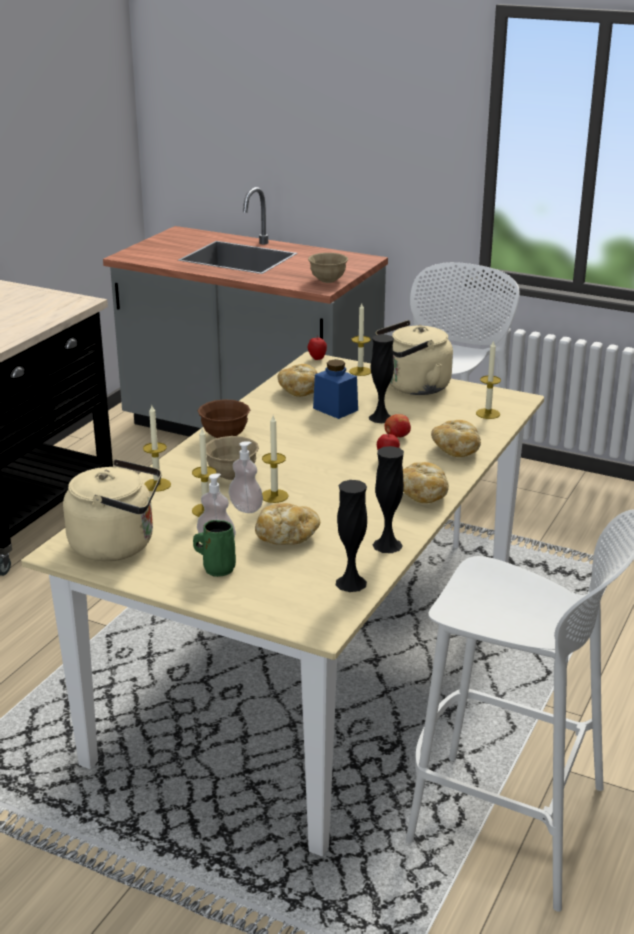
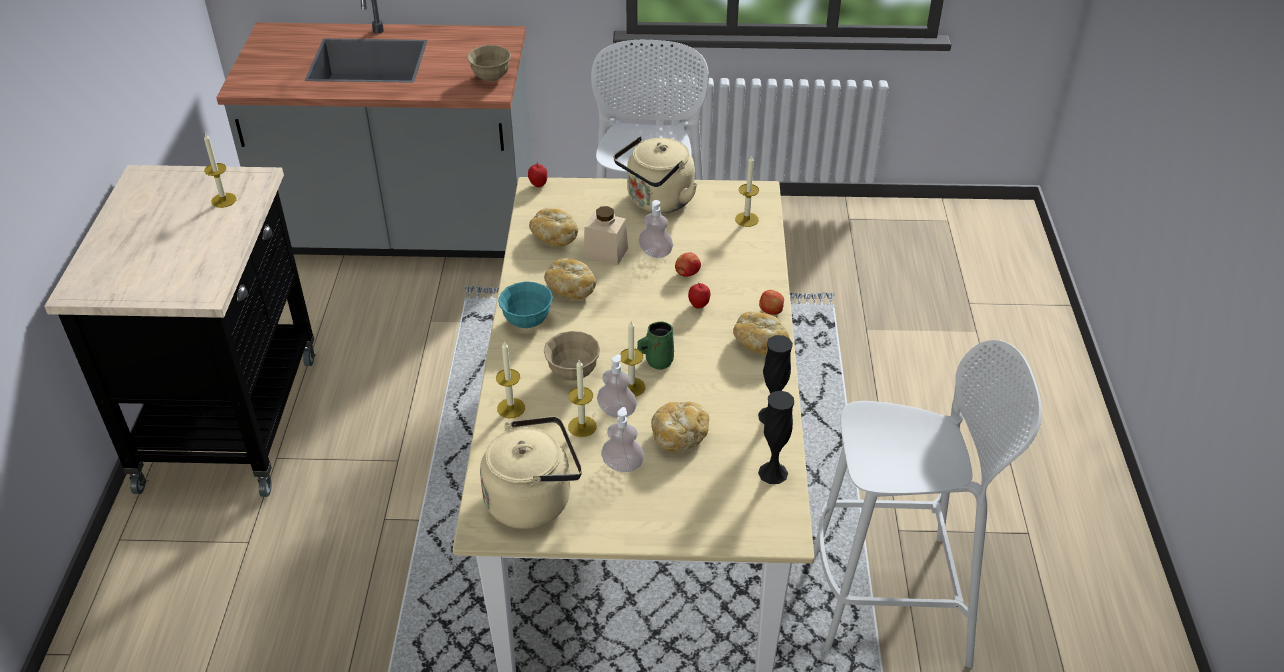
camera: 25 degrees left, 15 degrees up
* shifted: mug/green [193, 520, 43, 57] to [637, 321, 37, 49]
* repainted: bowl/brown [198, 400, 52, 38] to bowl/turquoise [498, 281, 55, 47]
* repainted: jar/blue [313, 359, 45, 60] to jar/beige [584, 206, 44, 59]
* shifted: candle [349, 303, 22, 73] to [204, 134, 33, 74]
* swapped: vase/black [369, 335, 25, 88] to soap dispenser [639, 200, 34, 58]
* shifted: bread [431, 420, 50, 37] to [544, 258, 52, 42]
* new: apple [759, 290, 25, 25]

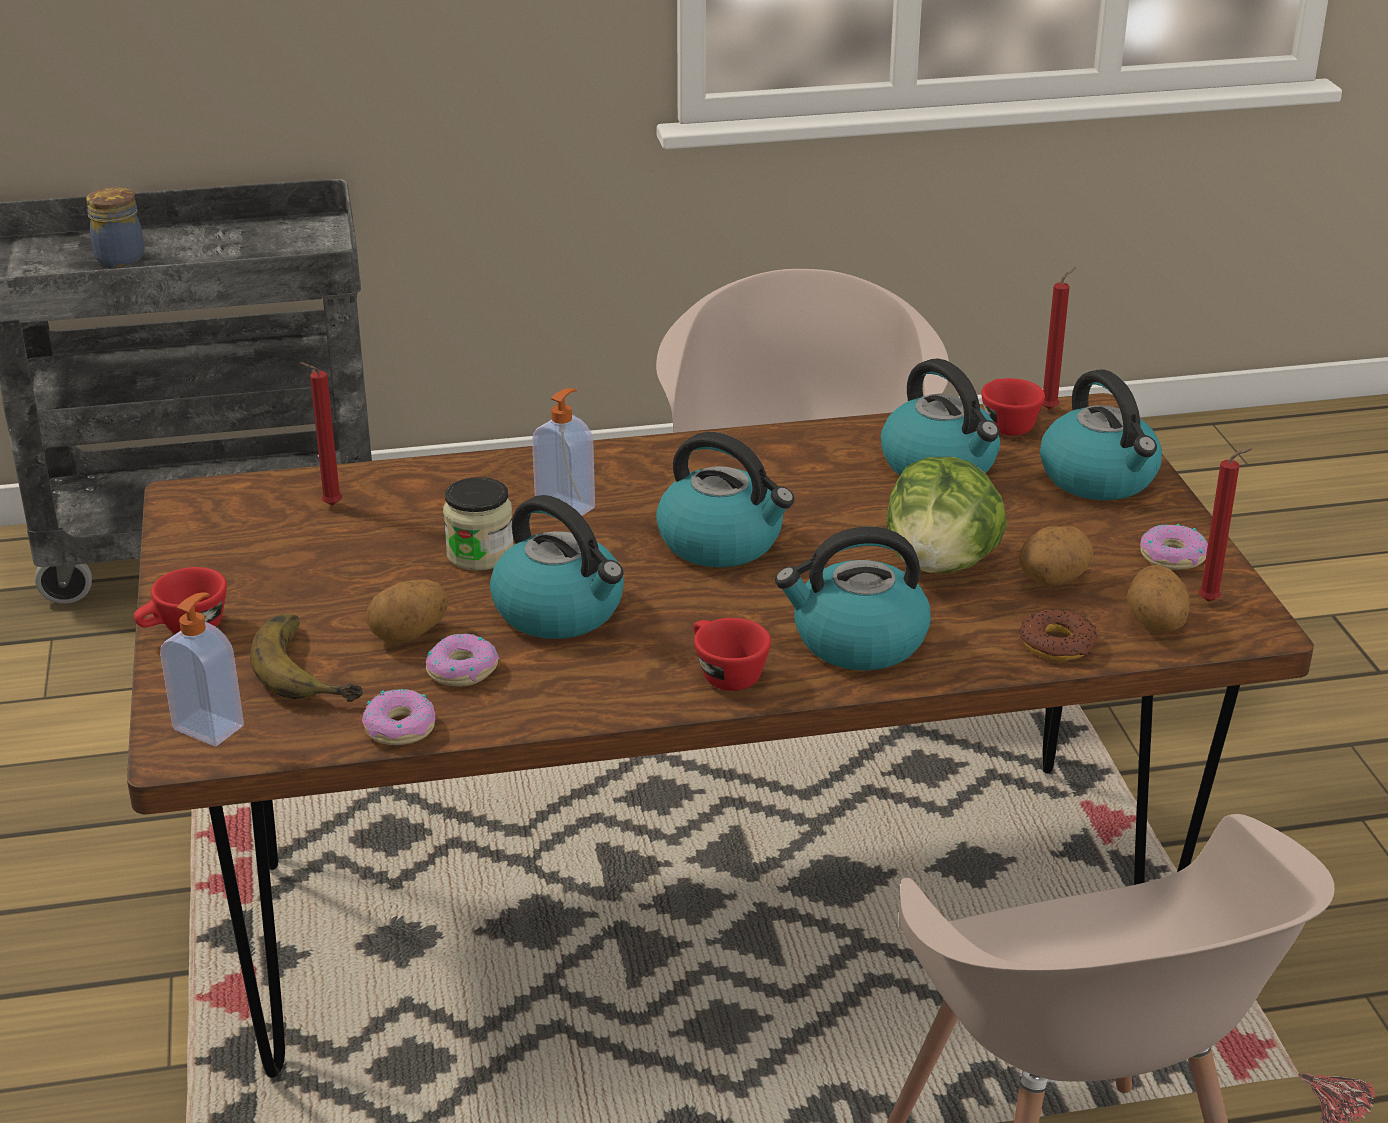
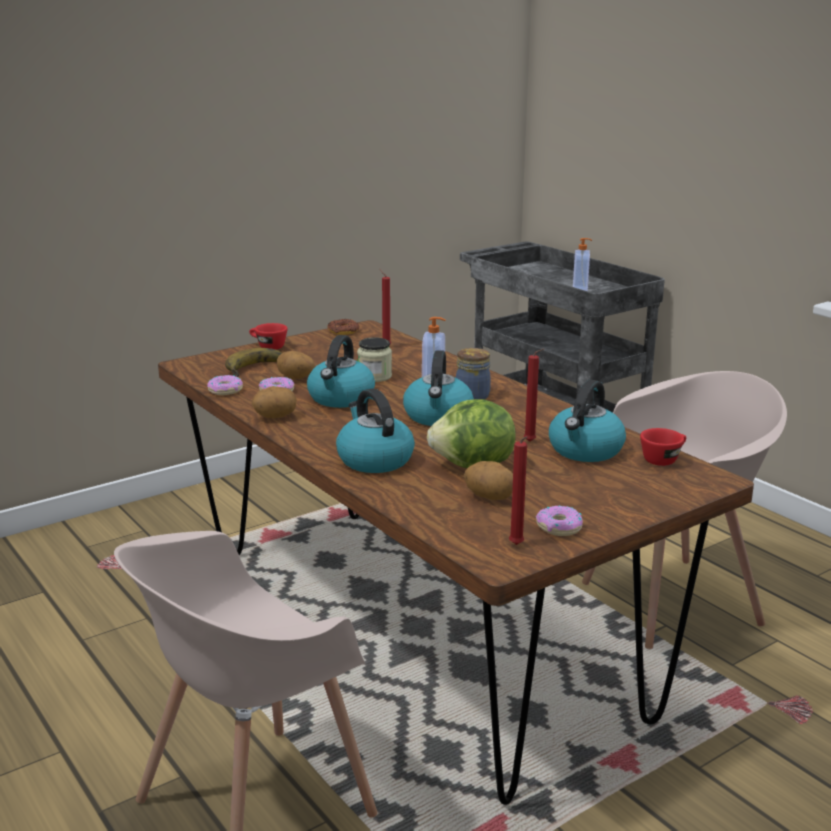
camera: 65 degrees right, 10 degrees down
* shifted: jar [86, 187, 58, 80] to [456, 348, 35, 51]
* shifted: soap dispenser [160, 592, 84, 154] to [573, 238, 19, 53]
* gone: cup/red [693, 618, 78, 73]
* shifted: donut [1019, 609, 78, 52] to [327, 319, 32, 16]
* gone: kettle [1040, 370, 122, 130]
* shifted: candle/red [1043, 267, 32, 143] to [524, 348, 20, 94]
* shifted: potato [1127, 565, 63, 67] to [252, 386, 45, 32]

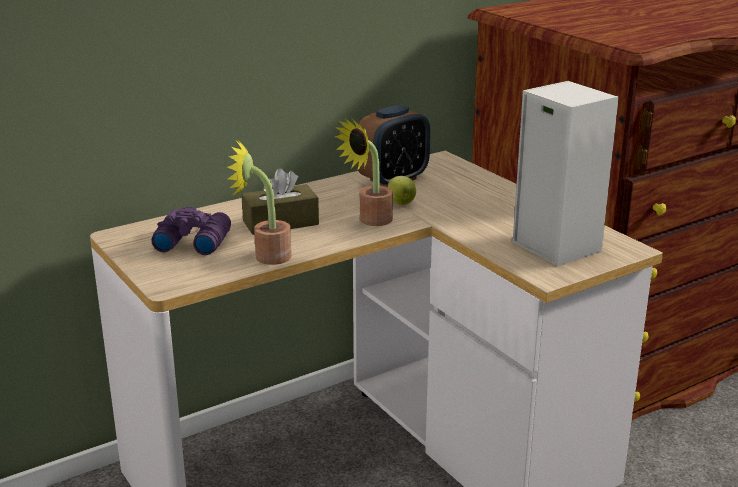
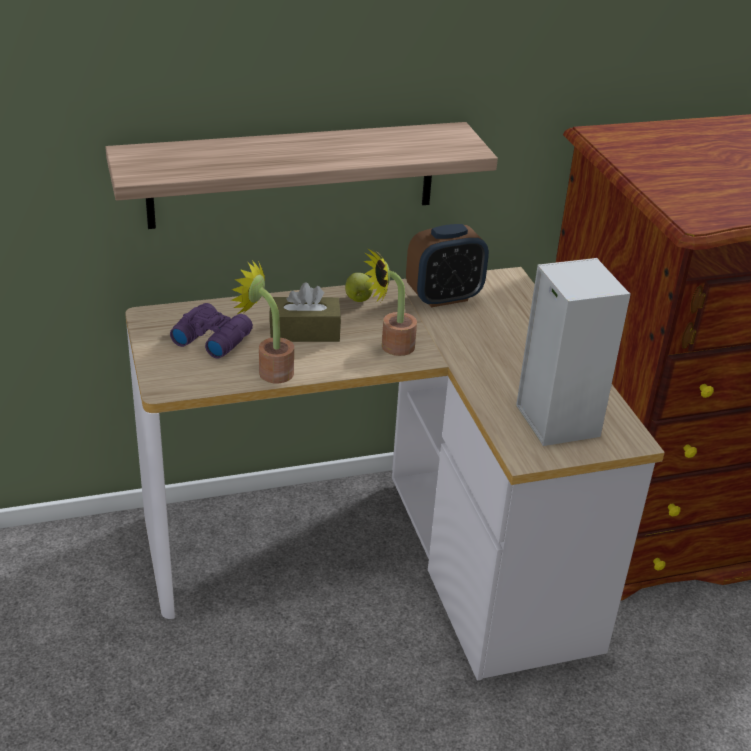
camera: 15 degrees right, 10 degrees up
* shifted: apple [388, 176, 28, 29] to [345, 273, 28, 29]
* new: shelf [105, 122, 393, 107]

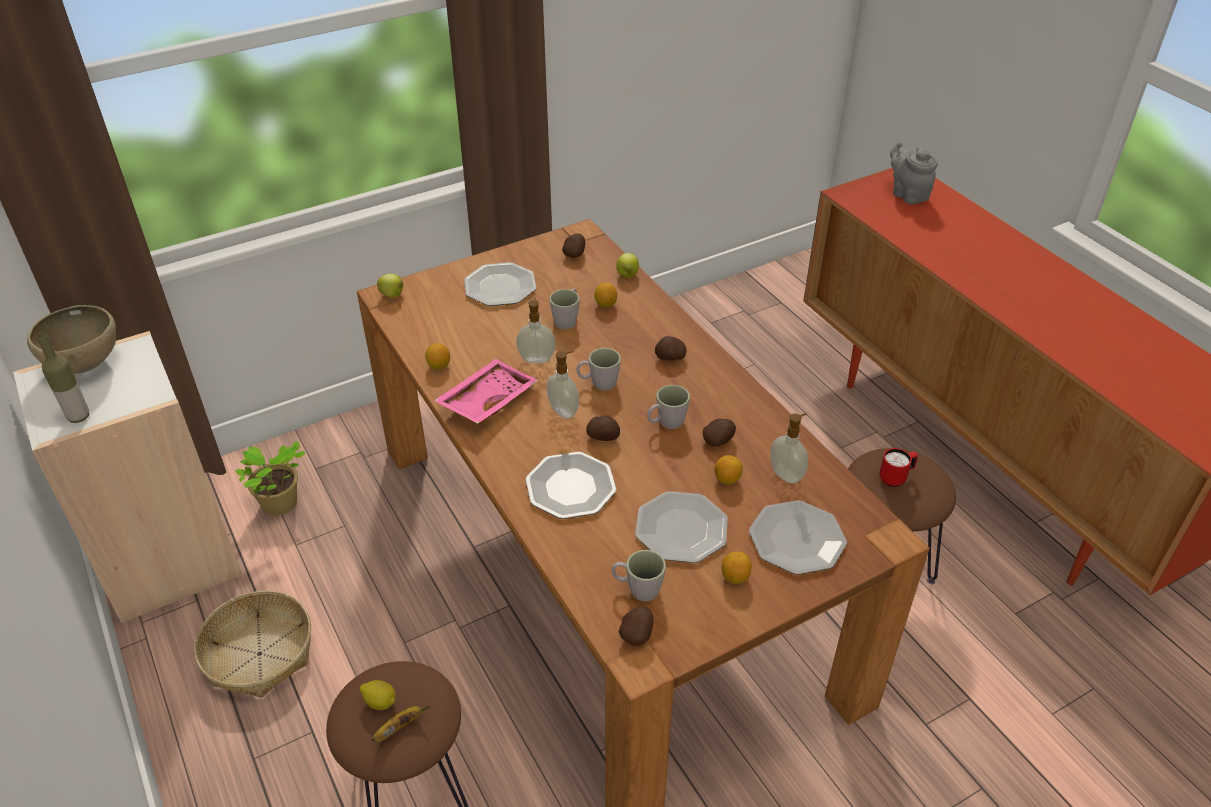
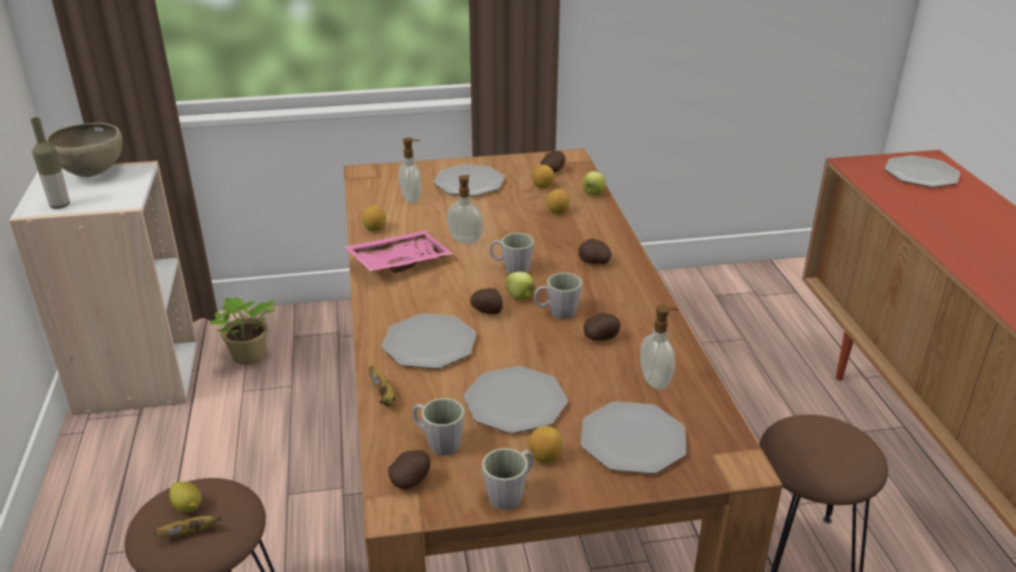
camera: 20 degrees right, 10 degrees down
* gone: basket [194, 591, 117, 107]
* shifted: apple [377, 274, 26, 23] to [505, 272, 30, 28]
* shifted: soap dispenser [547, 351, 32, 68] to [399, 138, 22, 65]
* shifted: mug/grey [549, 289, 31, 40] to [482, 448, 51, 62]
* shifted: lemon [714, 455, 29, 30] to [532, 165, 22, 23]
* gone: mug/red [879, 448, 39, 39]
* swapped: teapot/grey [890, 142, 48, 62] to plate [885, 155, 75, 33]
* new: banana [369, 365, 27, 42]

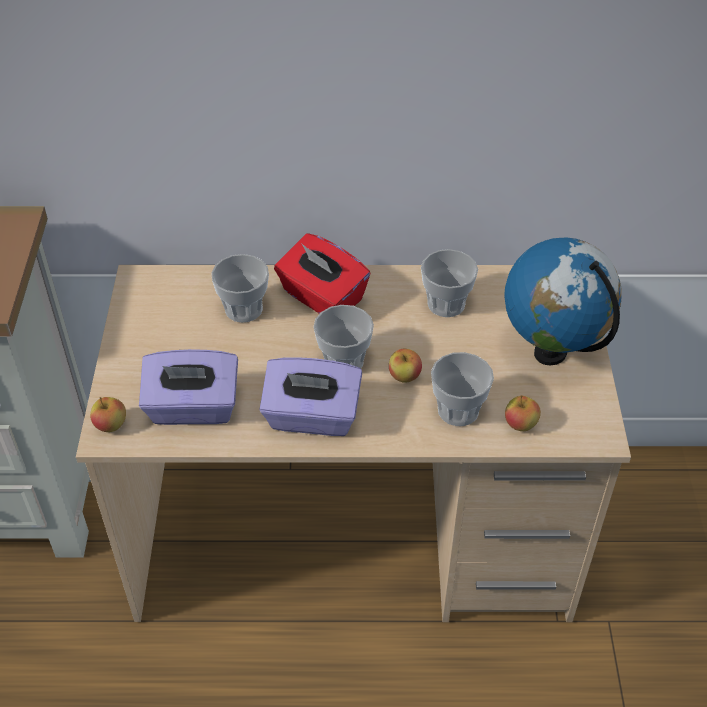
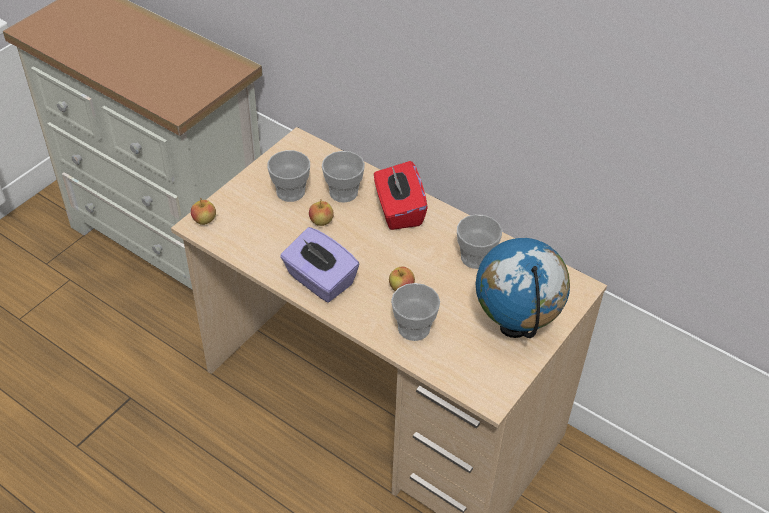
camera: 35 degrees right, 0 degrees up
* gone: tissue box/purple [139, 349, 99, 76]
* shifted: cup [313, 305, 61, 63] to [267, 150, 43, 52]
* shifted: apple [505, 395, 36, 36] to [309, 199, 25, 27]

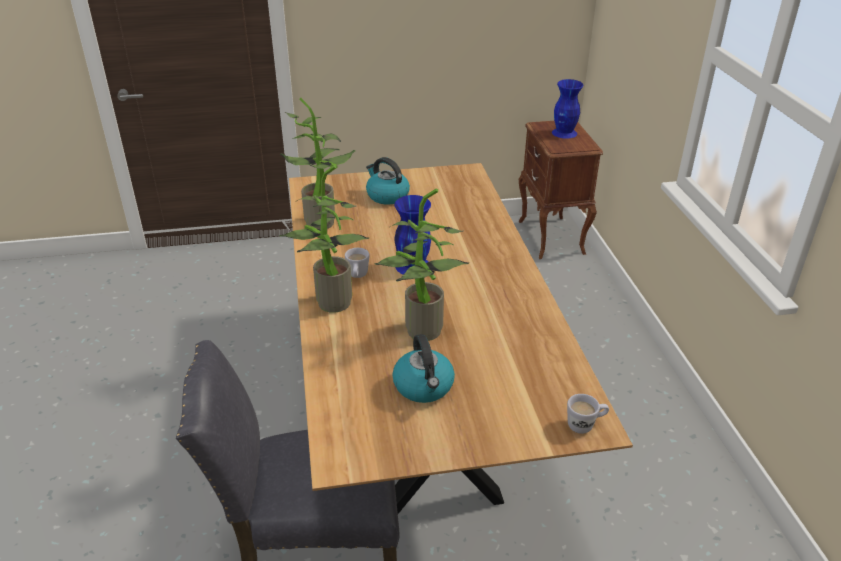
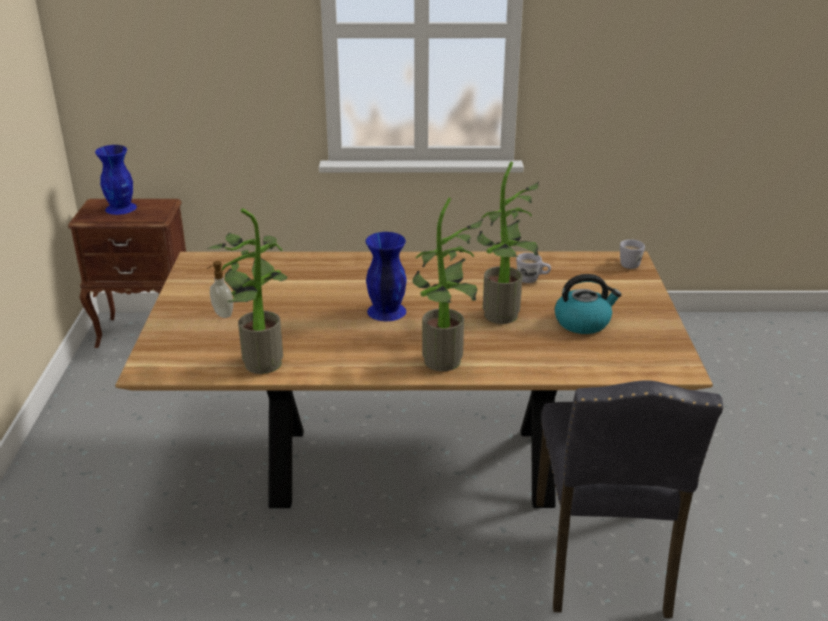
camera: 80 degrees left, 5 degrees down
* shifted: mug/white [345, 248, 24, 30] to [516, 253, 35, 30]
* swapped: kettle [366, 157, 44, 48] to soap dispenser [207, 261, 26, 57]

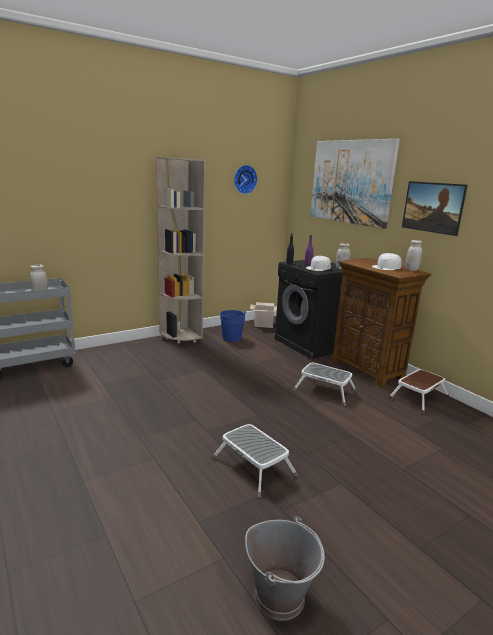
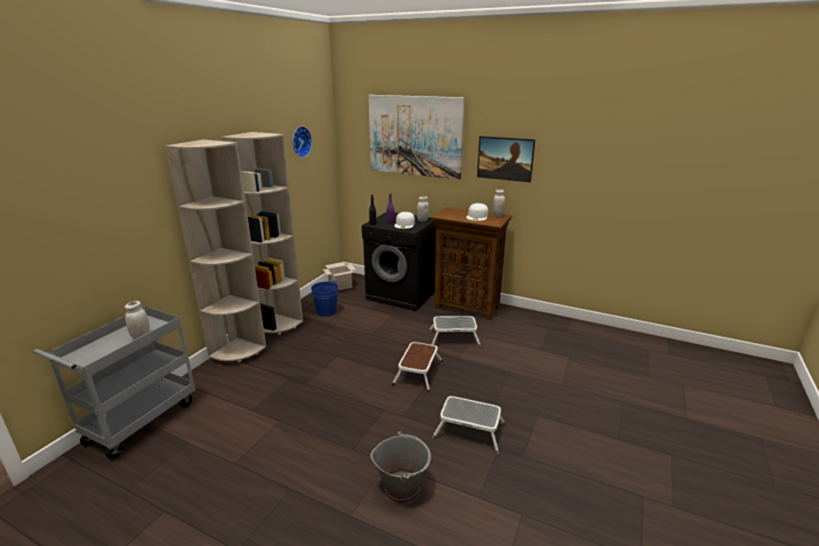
camera: 30 degrees left, 5 degrees up
* shifted: bucket/grey [245, 516, 80, 105] to [371, 431, 60, 74]
* shifted: step ladder/brown [388, 369, 61, 45] to [391, 342, 53, 51]
* new: bookcase/beige [165, 139, 101, 223]

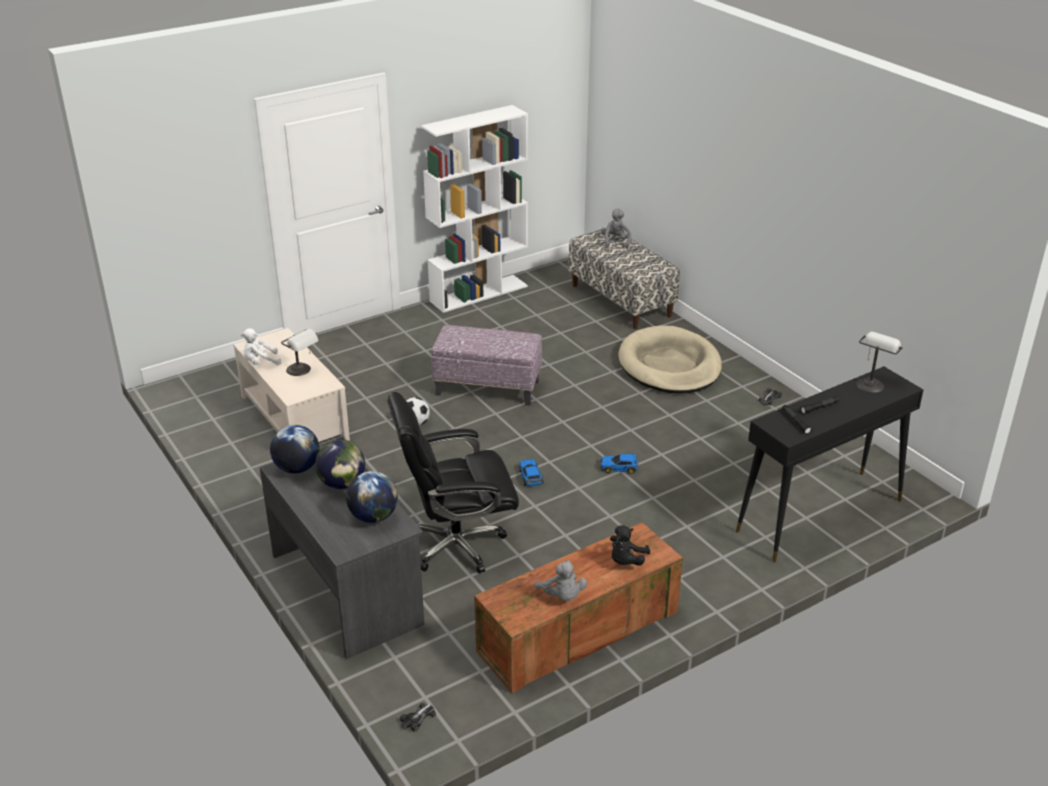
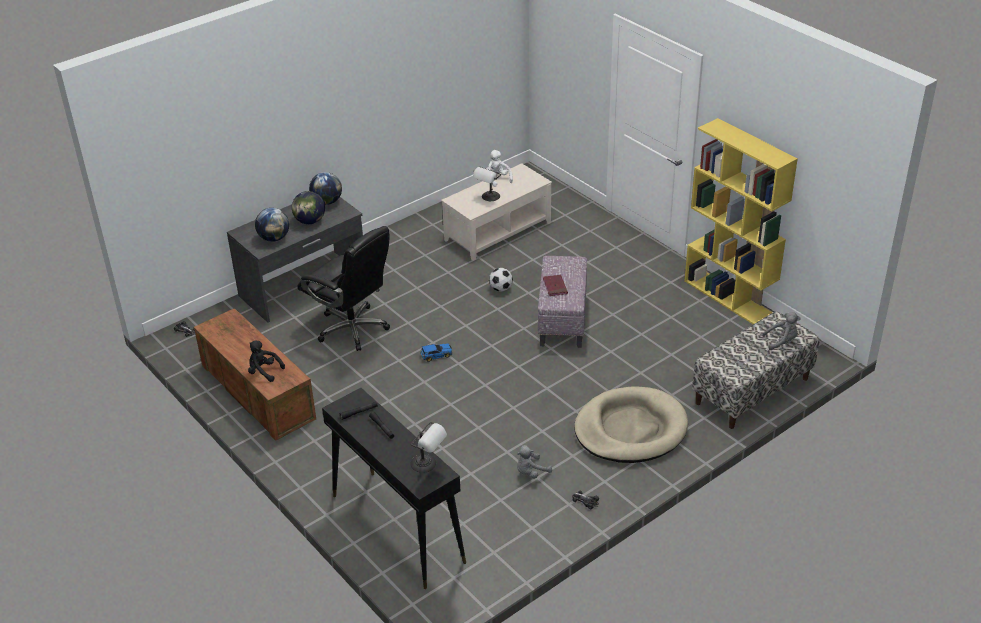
camera: 85 degrees right, 5 degrees up
* rotated: office chair/black [387, 392, 132, 181] = [297, 226, 93, 125] 150 degrees clockwise
* repainted: bookcase/white [421, 105, 107, 208] to bookcase/yellow [684, 118, 114, 206]
* shifted: plush toy/grey [535, 560, 52, 41] to [517, 445, 35, 34]
* gone: toy car [601, 454, 37, 20]
* new: book/red [543, 275, 25, 21]

